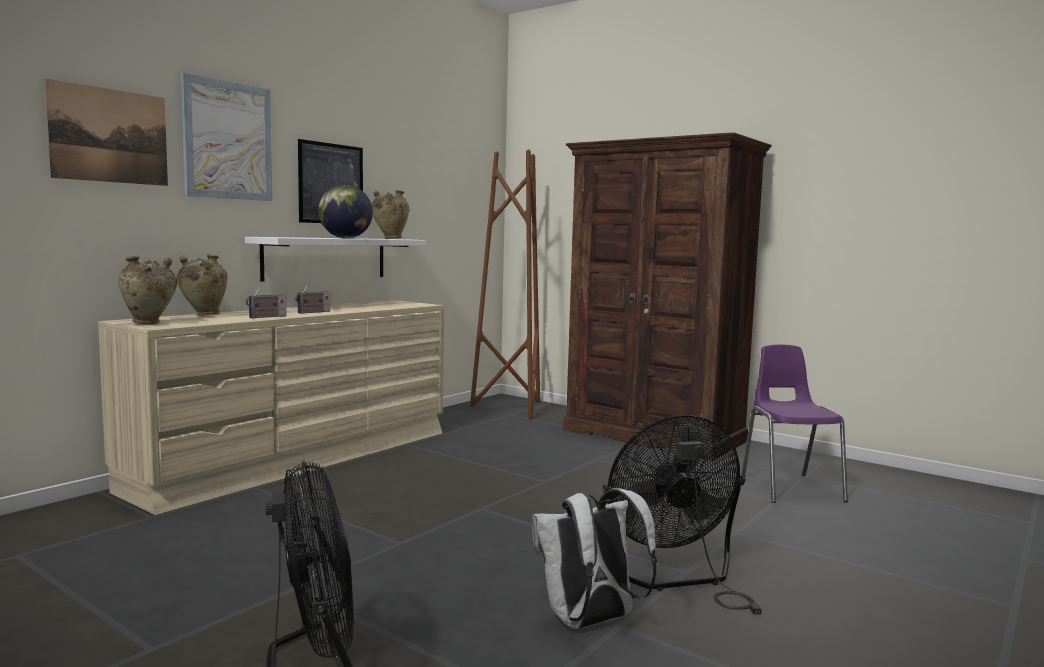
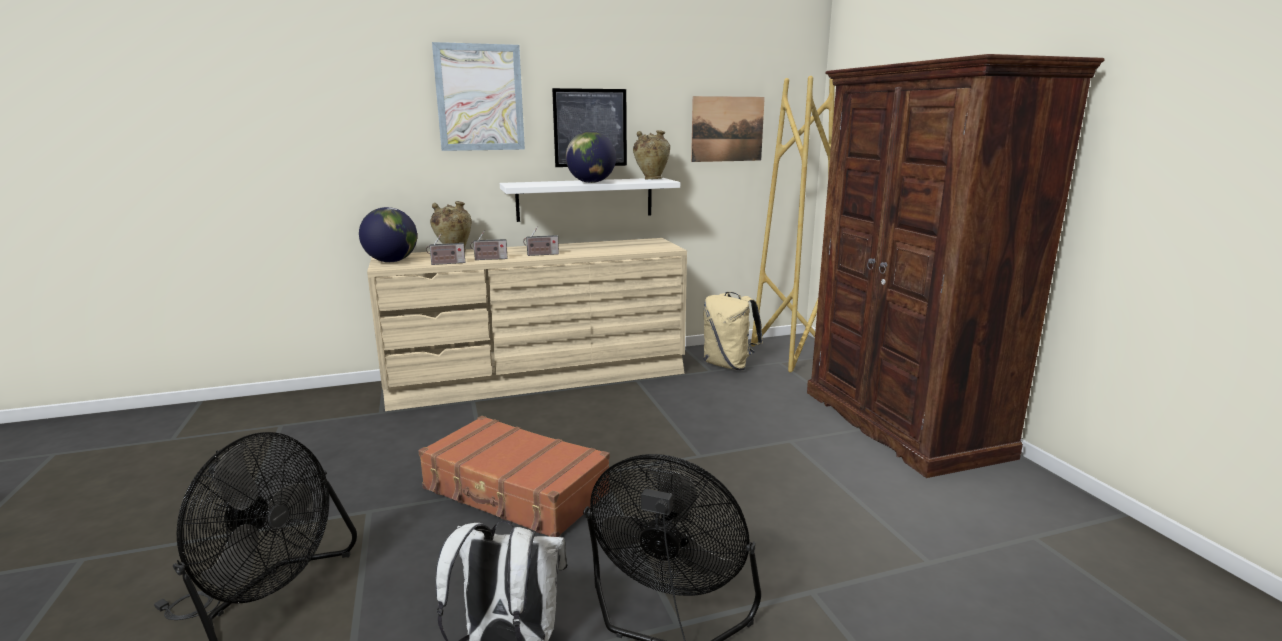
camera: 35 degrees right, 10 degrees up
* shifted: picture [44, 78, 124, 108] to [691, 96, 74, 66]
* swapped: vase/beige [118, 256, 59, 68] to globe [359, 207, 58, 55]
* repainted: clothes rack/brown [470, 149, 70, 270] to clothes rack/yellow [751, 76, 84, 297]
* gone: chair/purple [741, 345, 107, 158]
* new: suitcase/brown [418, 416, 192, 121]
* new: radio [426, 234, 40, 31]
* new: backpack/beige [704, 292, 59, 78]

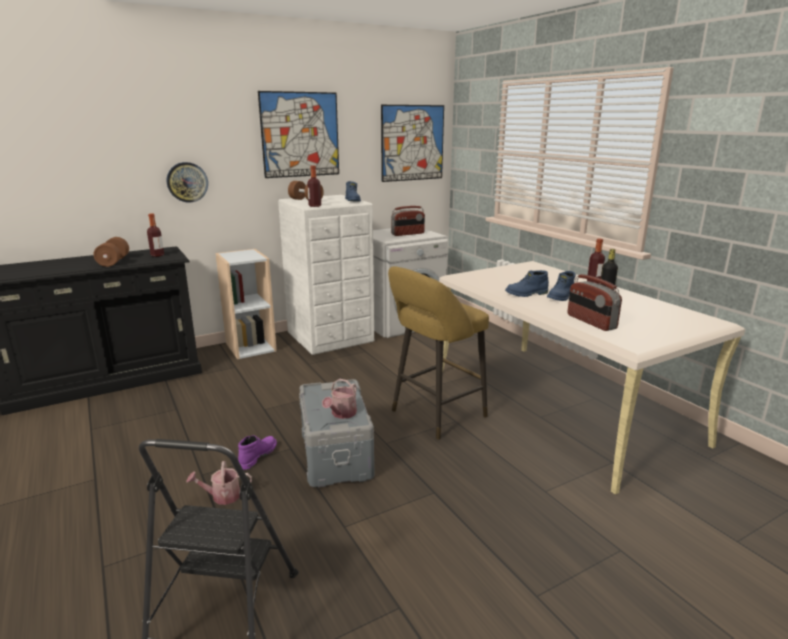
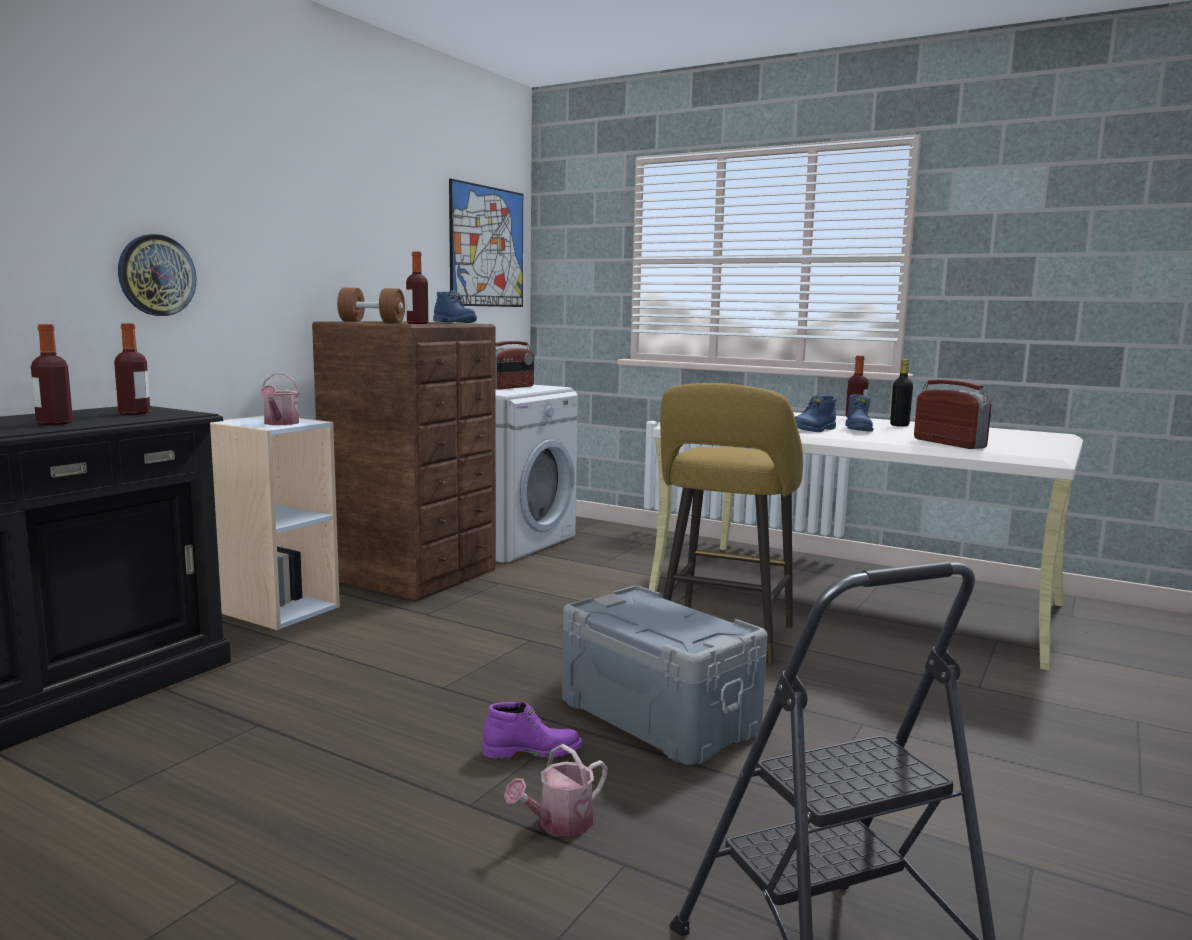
camera: 30 degrees left, 10 degrees down
* swapped: dumbbell/brown [94, 237, 35, 30] to bottle [31, 324, 42, 101]
* rotated: boot/purple [238, 435, 39, 35] = [482, 701, 100, 57] 90 degrees clockwise
* gone: picture [258, 91, 81, 87]
* repainted: dresser/white [278, 195, 96, 160] to dresser/brown [312, 321, 184, 281]
* shifted: watering can [322, 379, 35, 40] to [260, 373, 40, 52]
* rotated: radio [568, 274, 54, 57] = [914, 380, 77, 69] 150 degrees counterclockwise

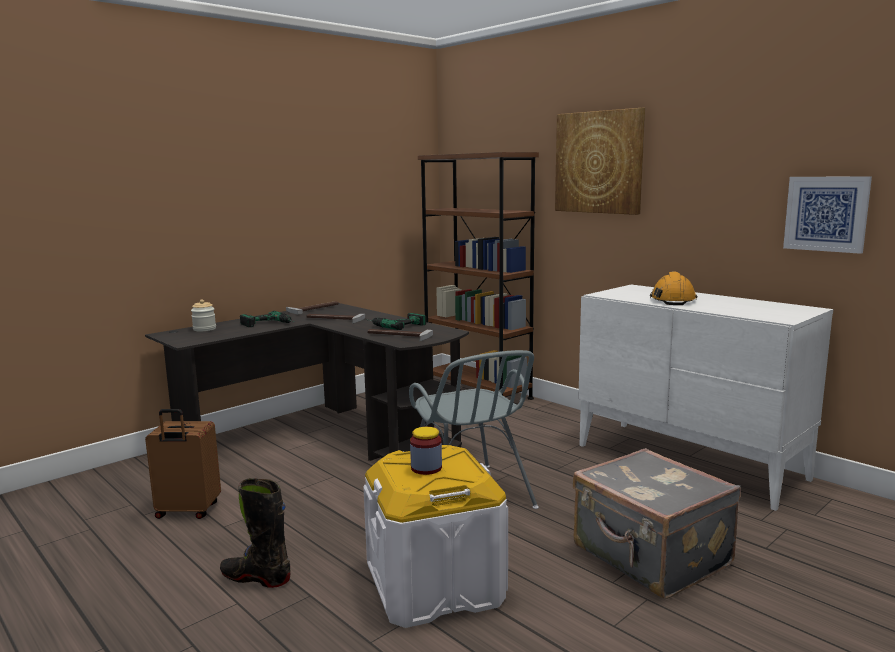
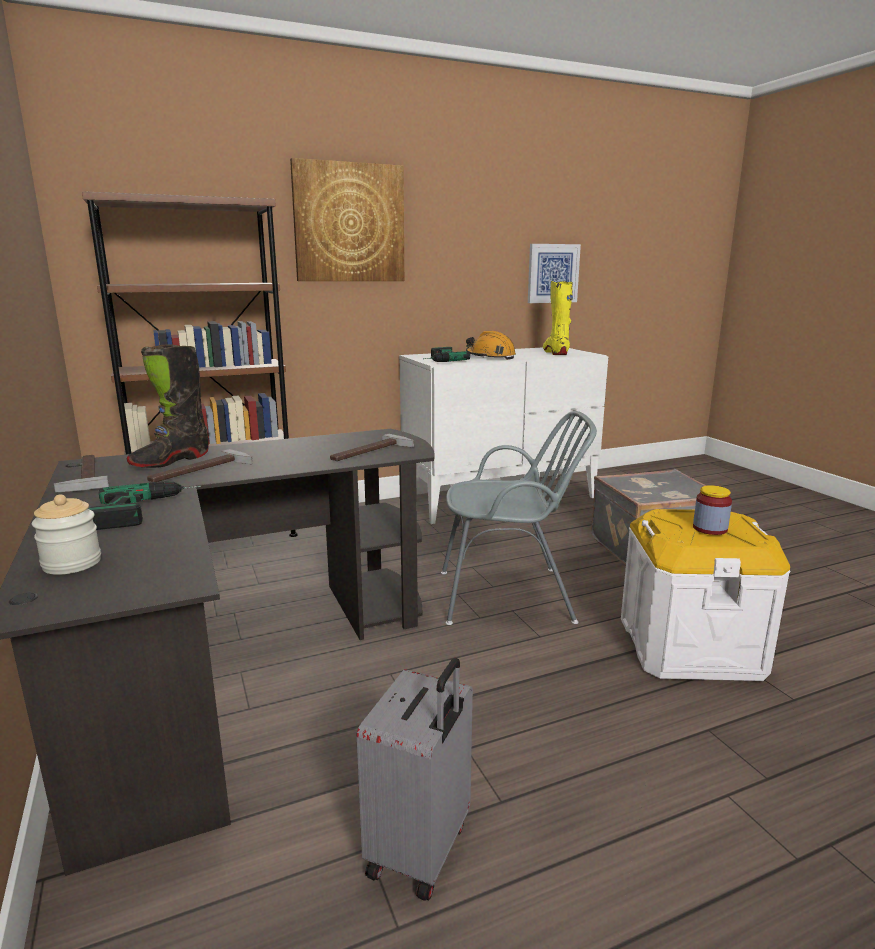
camera: 70 degrees left, 5 degrees up
* repainted: suitcase/brown [145, 409, 76, 110] to suitcase/grey [356, 658, 117, 243]
* shifted: boot/black [220, 478, 71, 110] to [127, 344, 82, 124]
* shifted: power drill [369, 313, 57, 17] to [423, 347, 47, 15]
* new: boot/yellow [543, 281, 30, 74]

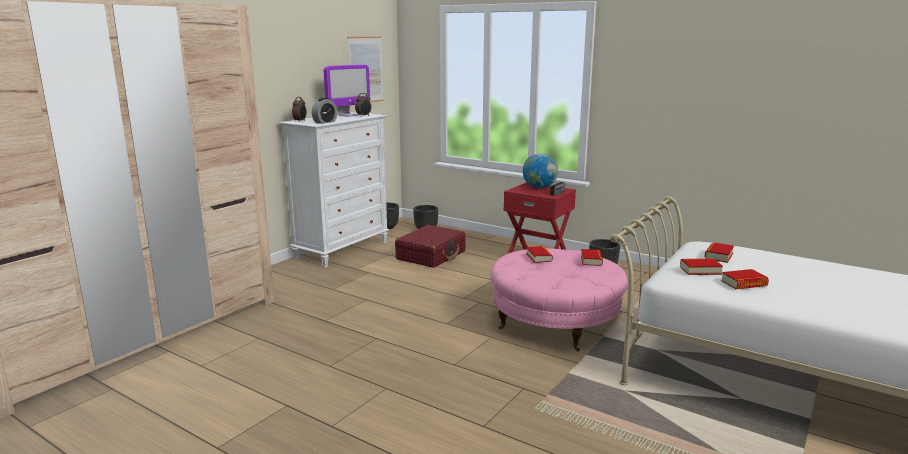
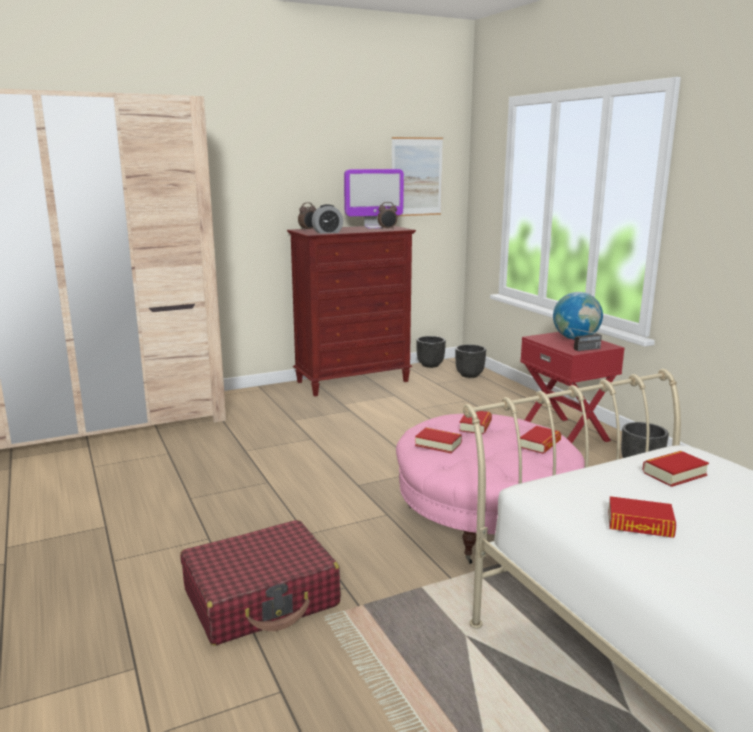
camera: 30 degrees right, 0 degrees up
* repainted: dresser/white [279, 112, 110, 156] to dresser/red [287, 225, 129, 171]
* shifted: suitcase/red [395, 225, 71, 43] to [180, 520, 160, 125]
* shifted: book [680, 259, 43, 16] to [415, 428, 47, 25]

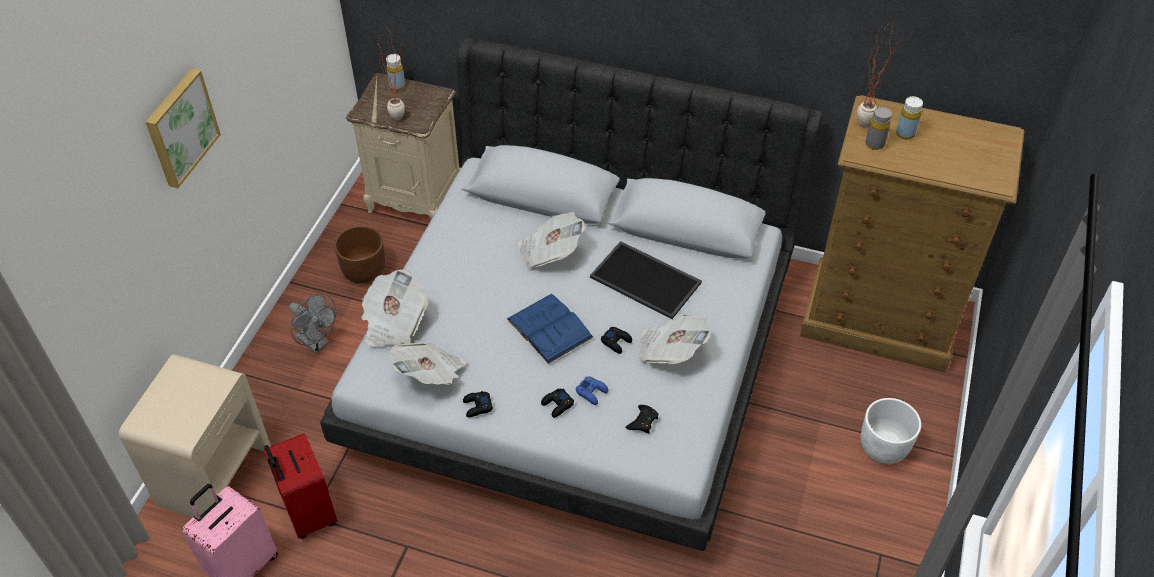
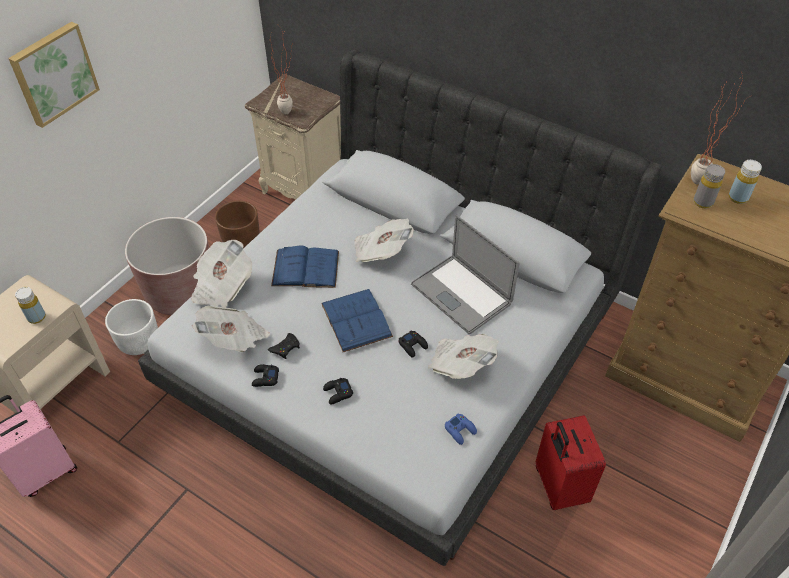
camera: 15 degrees right, 0 degrees up
* shifted: suitcase/red [264, 433, 73, 106] to [536, 415, 70, 95]
* swapped: fan/grey [289, 294, 47, 59] to planter/brown [125, 217, 84, 98]
* shifted: bottle/yellow [386, 54, 19, 36] to [15, 287, 31, 37]
* shifted: game controller/blue [576, 376, 32, 29] to [445, 414, 32, 31]
* swapped: tray [590, 241, 112, 78] to laptop [411, 215, 108, 119]
* shifted: game controller/black [625, 405, 33, 28] to [268, 333, 32, 26]
* shifted: planter/white [861, 398, 60, 66] to [105, 299, 53, 56]
* new: book/blue [271, 246, 68, 42]

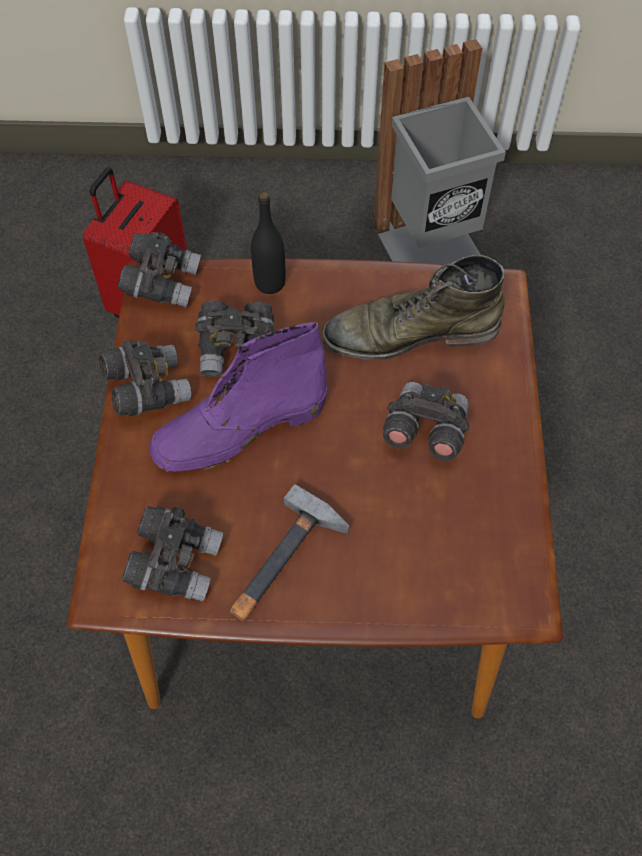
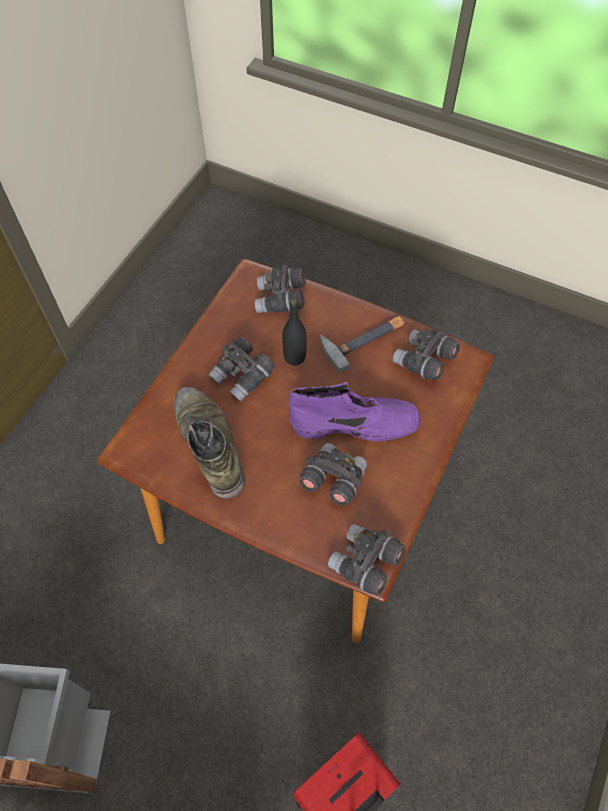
camera: 155 degrees left, 0 degrees up
* shifted: binoculars/grey [99, 340, 92, 76] to [255, 265, 51, 48]
* shifted: bottle/black [251, 192, 34, 102] to [282, 299, 25, 66]
* rotated: boot/green [322, 254, 183, 106] = [174, 387, 71, 112] 135 degrees counterclockwise

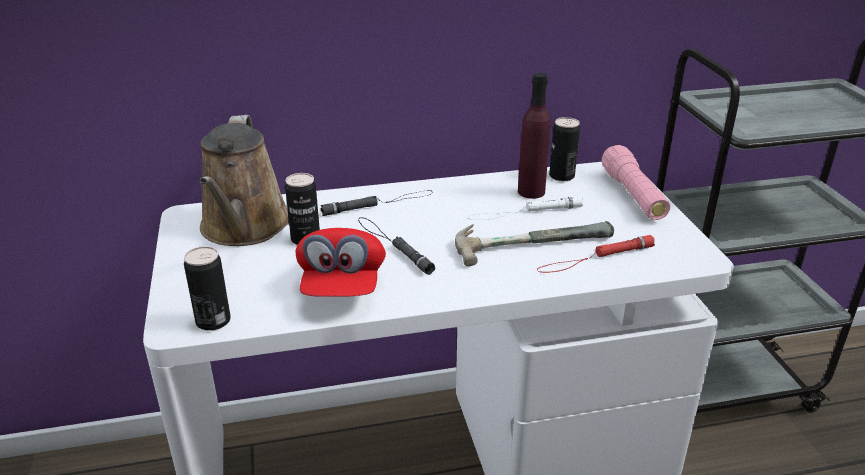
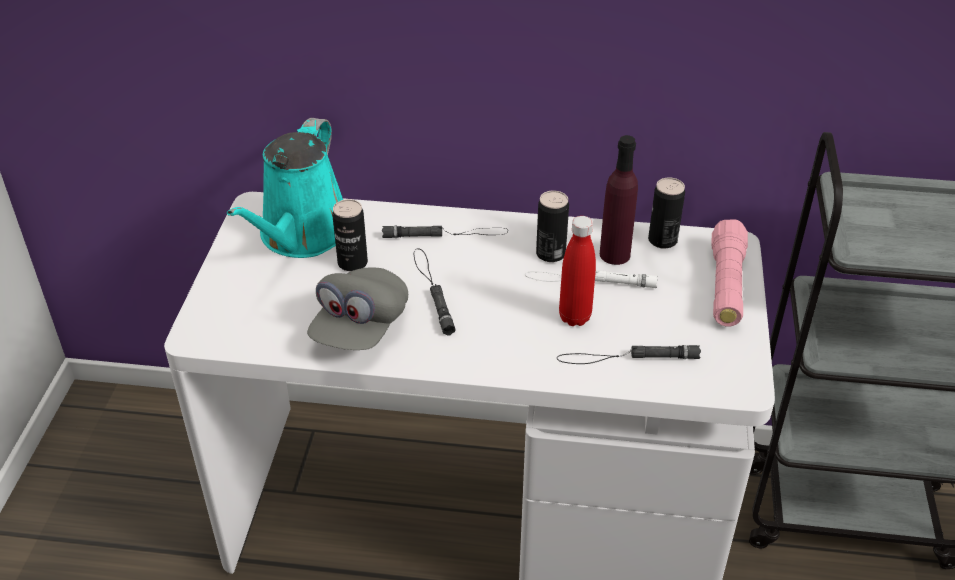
camera: 20 degrees right, 10 degrees up
* shifted: can [184, 246, 47, 85] to [536, 190, 33, 72]
* repainted: watering can/brown [200, 115, 89, 131] to watering can/turquoise [227, 118, 116, 140]
* repainted: cap/red [296, 228, 90, 69] to cap/grey [307, 268, 101, 82]
* swapped: hammer [455, 221, 159, 45] to bottle/red [559, 216, 37, 110]
* repainted: flashlight/red [537, 235, 118, 38] to flashlight/black [557, 345, 144, 19]

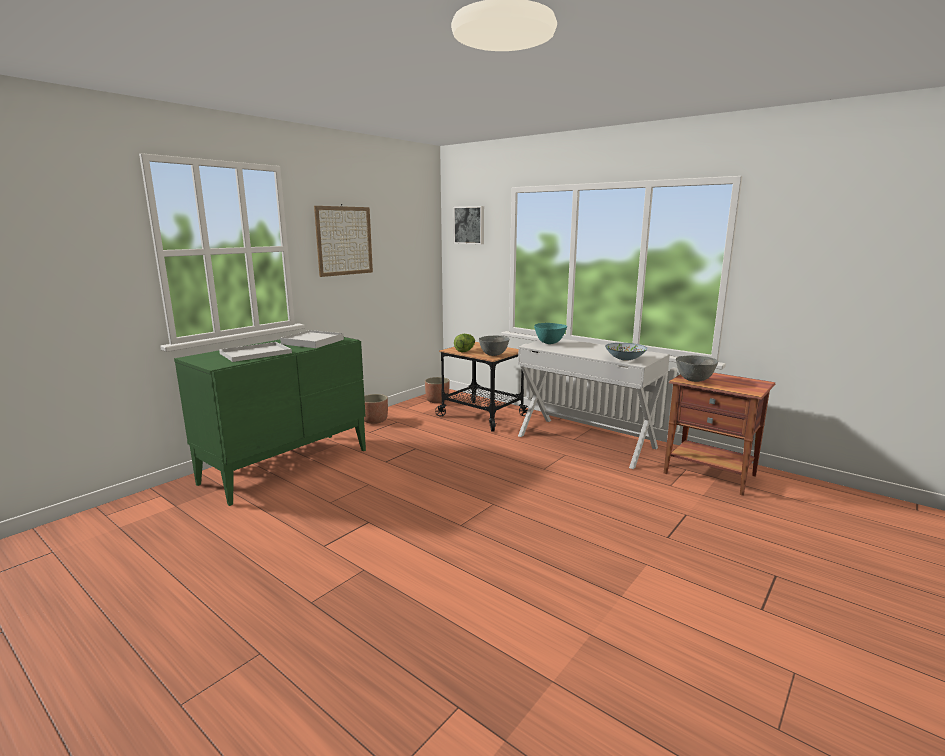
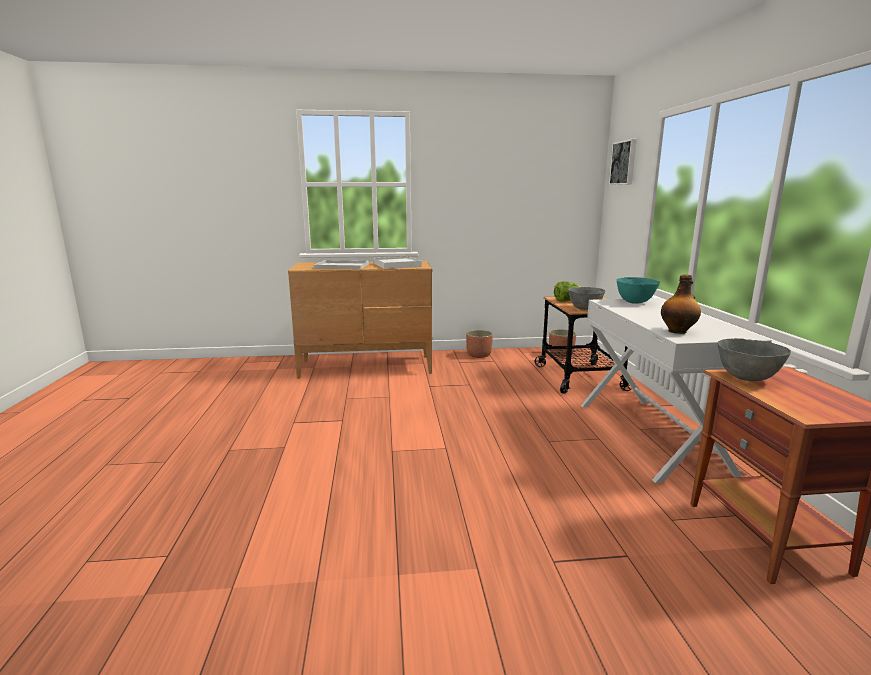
camera: 45 degrees right, 0 degrees up
* repainted: cabinet/green [174, 337, 192, 169] to cabinet/brown [288, 261, 144, 118]
* gone: picture [314, 204, 59, 73]
* swapped: bowl [605, 343, 43, 18] to bottle [661, 274, 40, 60]

